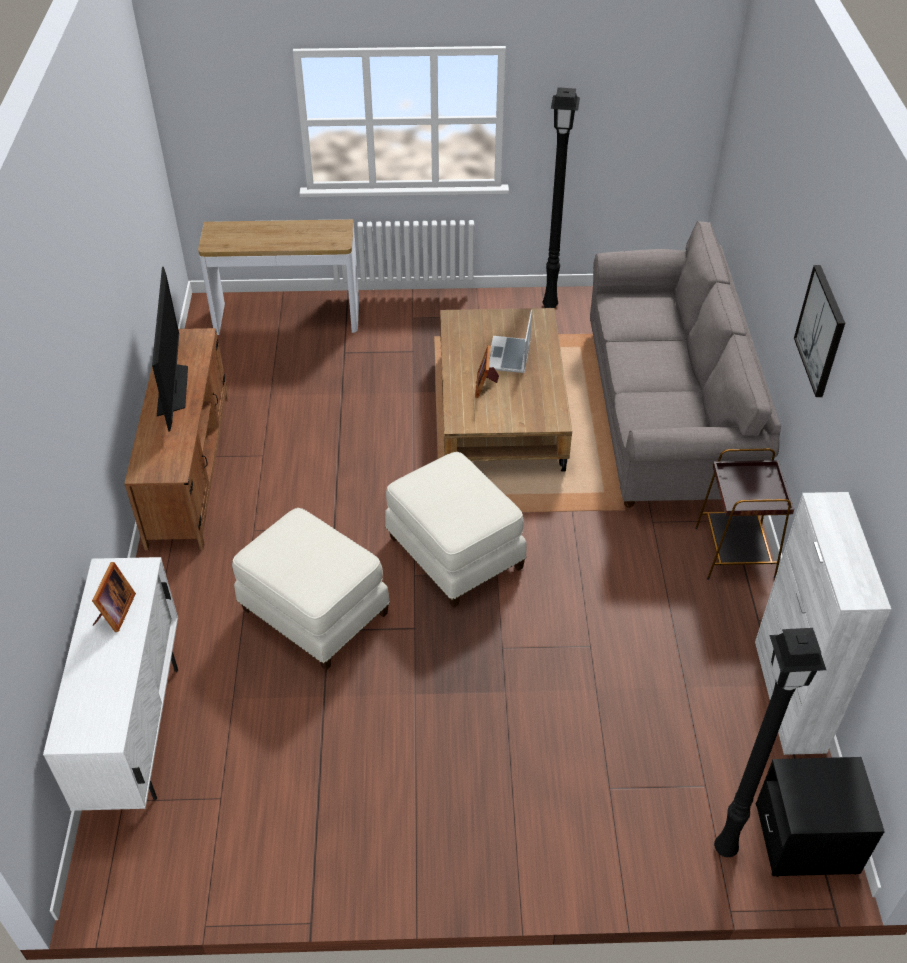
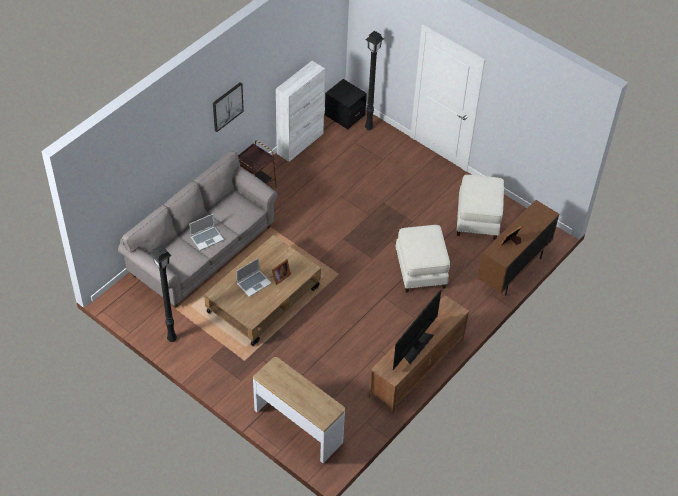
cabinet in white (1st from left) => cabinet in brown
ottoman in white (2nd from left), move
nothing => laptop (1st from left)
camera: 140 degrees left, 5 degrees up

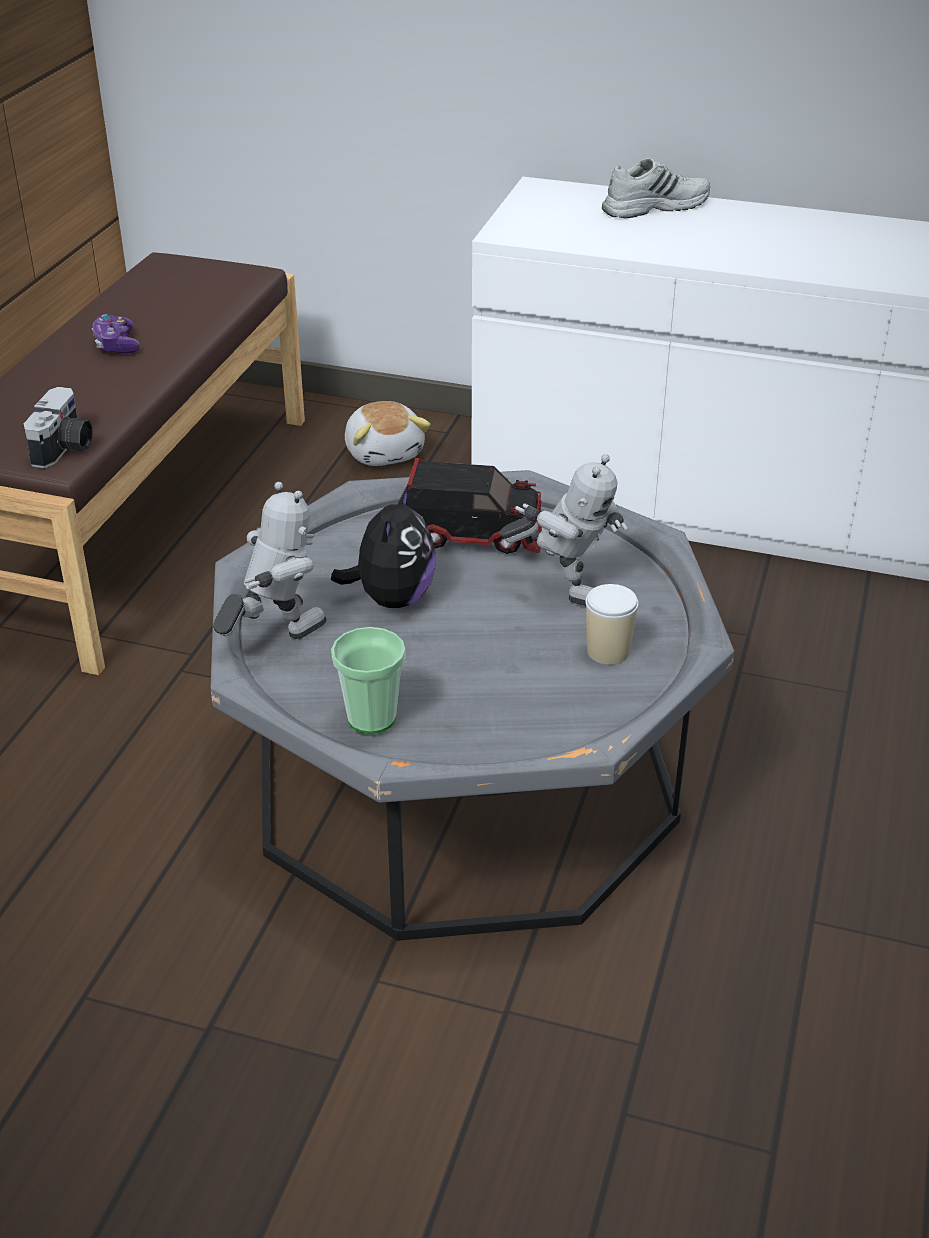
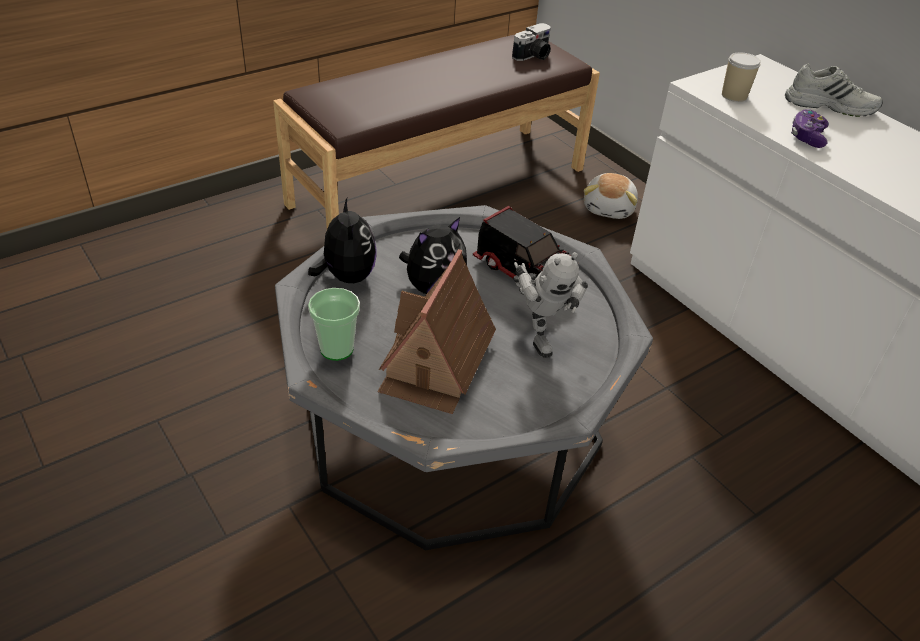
photo camera, move
game controller, move
toy robot (1st from left) => plush toy (1st from left)
cup (2nd from left), move
nothing => toy house
camera: 35 degrees right, 5 degrees up

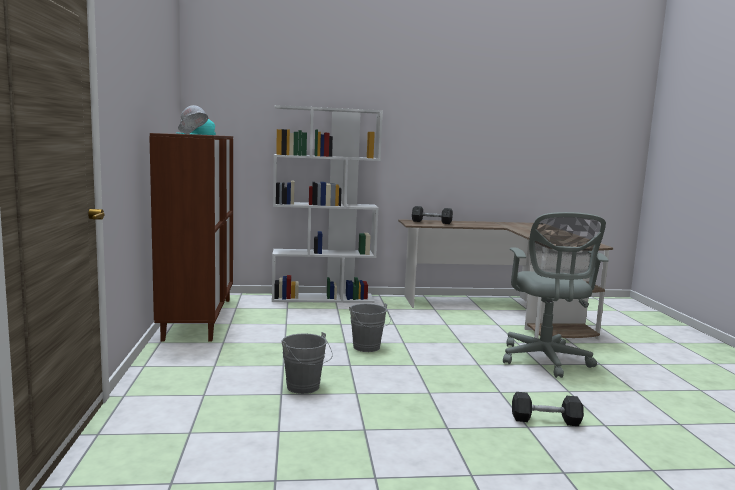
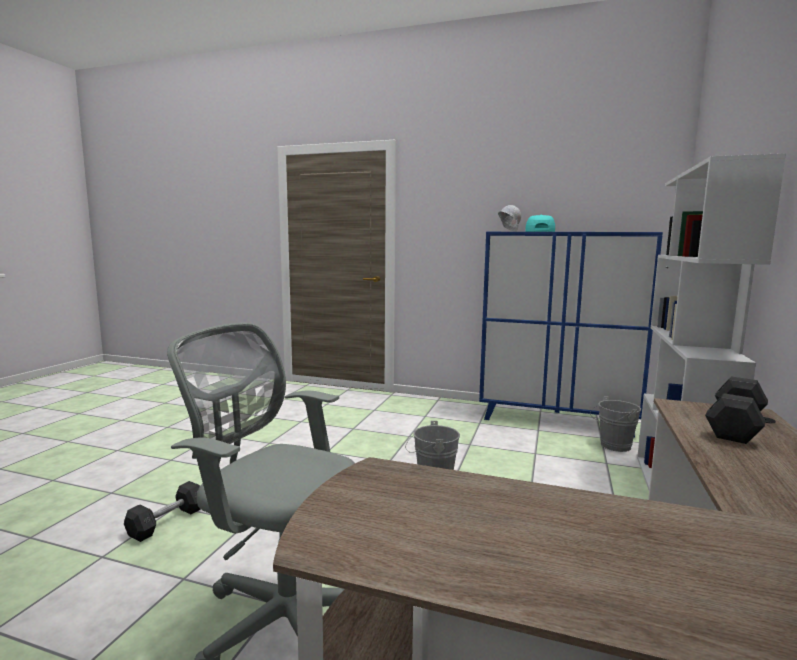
cabinet in brown => cabinet in blue
bucket in grey (1st from left in the first image) => bucket in grey (2nd from left), move
camera: 115 degrees right, 0 degrees up

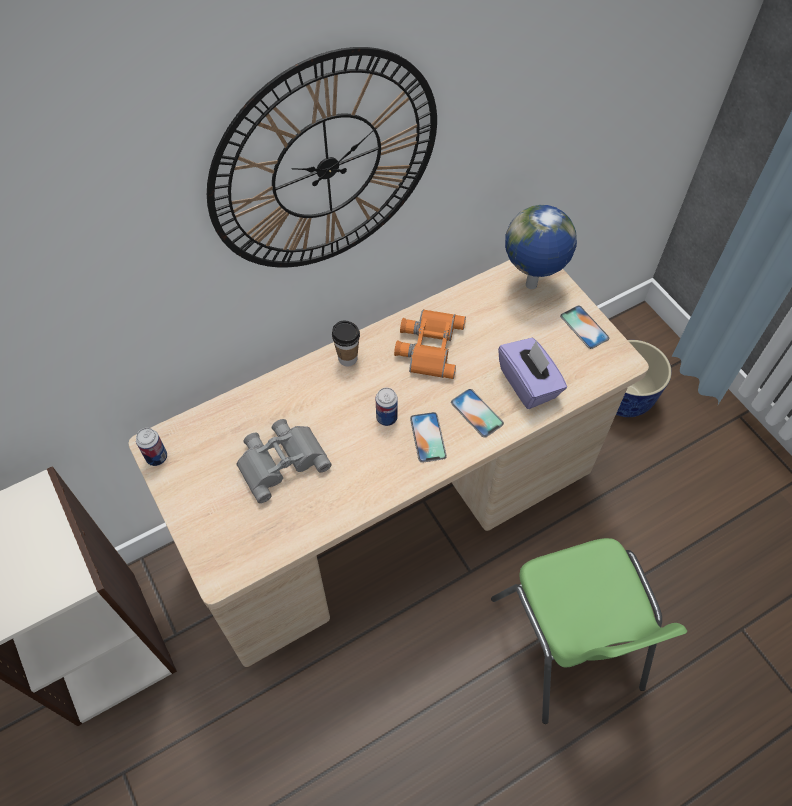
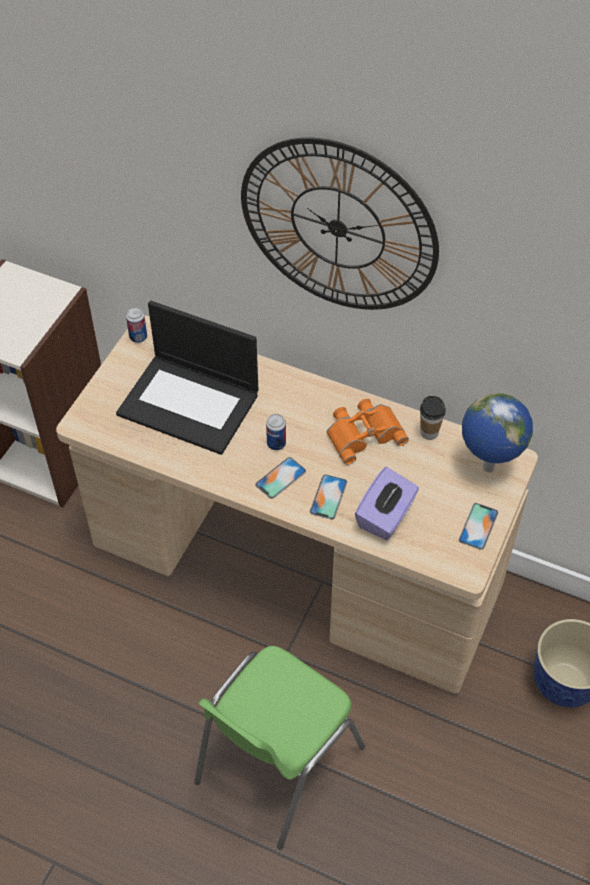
binoculars in grey => laptop
cup, move
camera: 55 degrees right, 5 degrees down

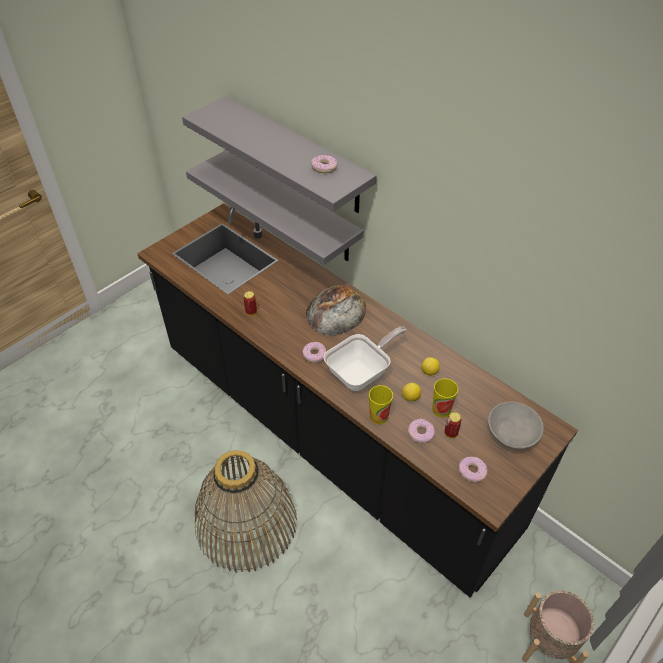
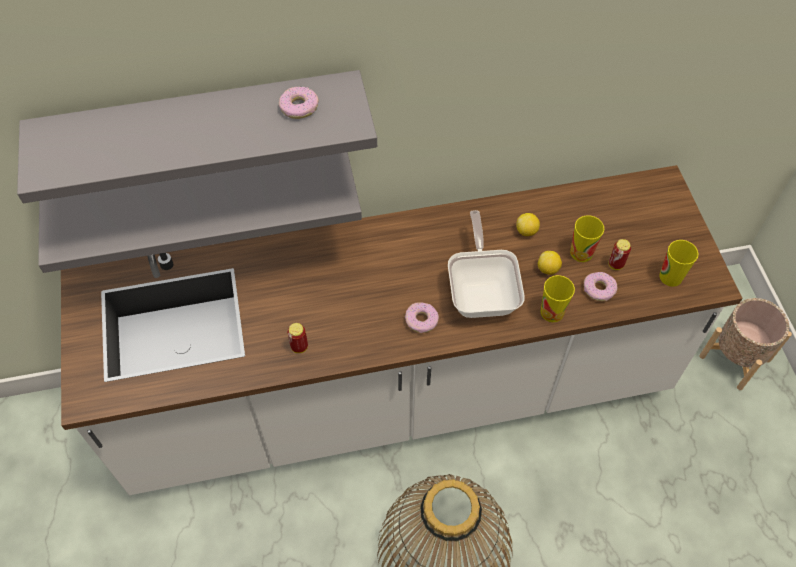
counter in black => counter in white
bread => nothing
donut (4th from left) => cup (3rd from left)
bowl in grey => nothing
camera: 55 degrees left, 10 degrees up

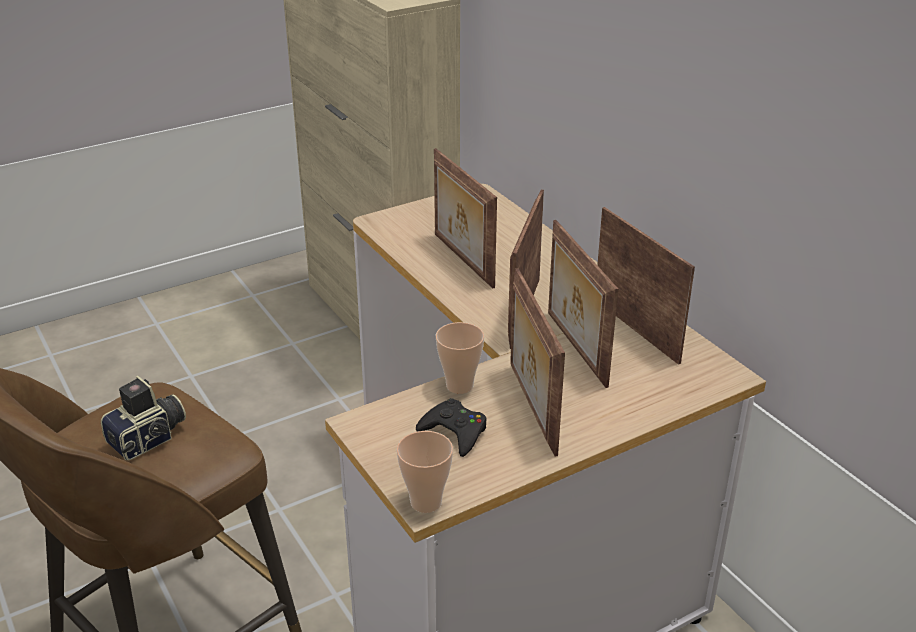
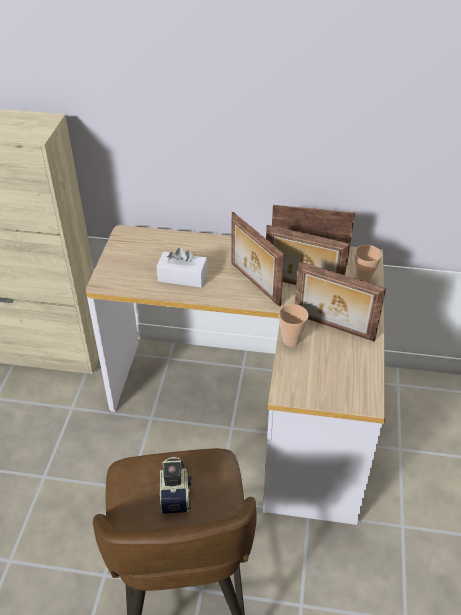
cup (1st from left in the first image) => cup (2nd from left), move
game controller in black => nothing
picture frame (1st from left) => tissue box in white
camera: 50 degrees left, 10 degrees up

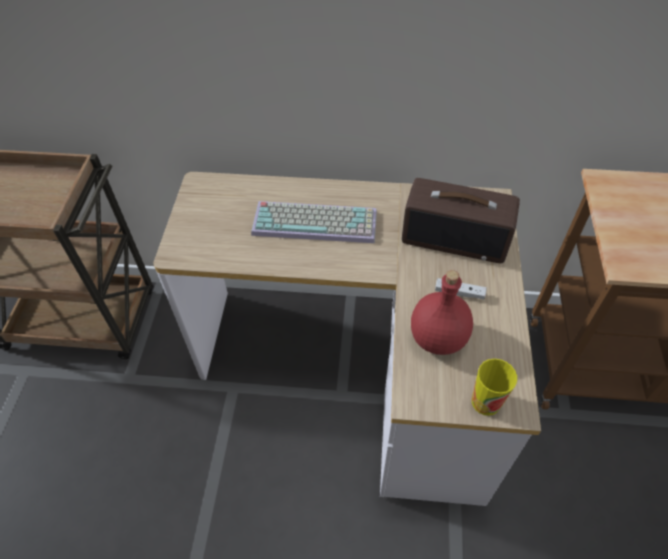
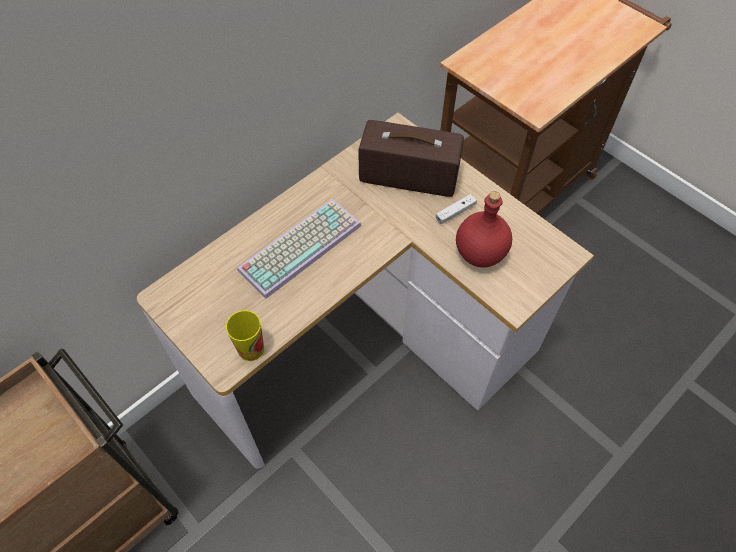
radio, 135 degrees counterclockwise
cup, move
camera: 50 degrees left, 5 degrees up

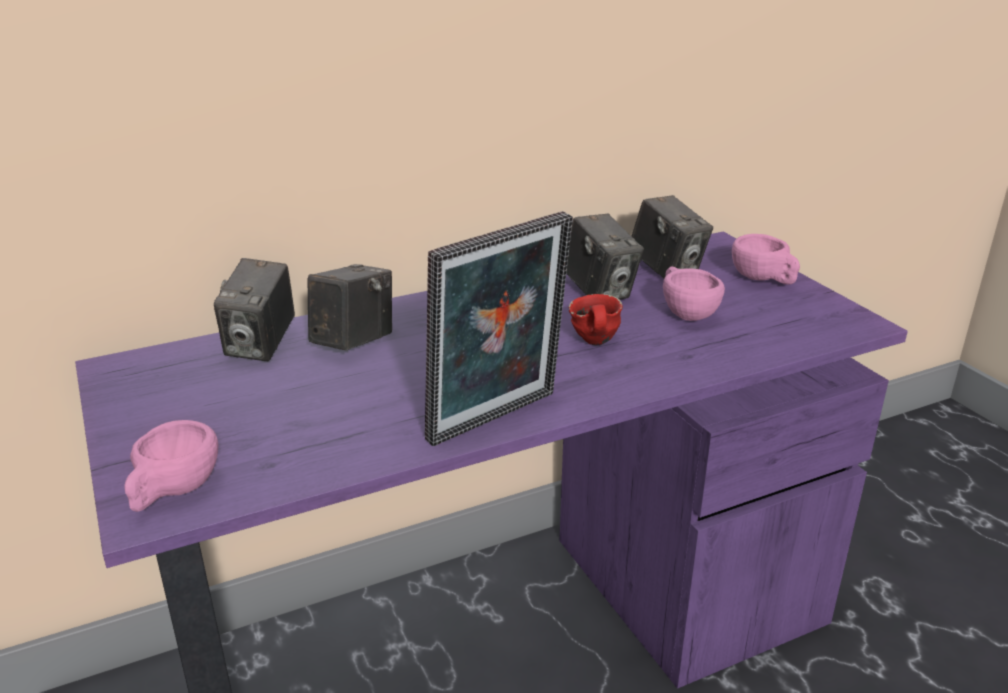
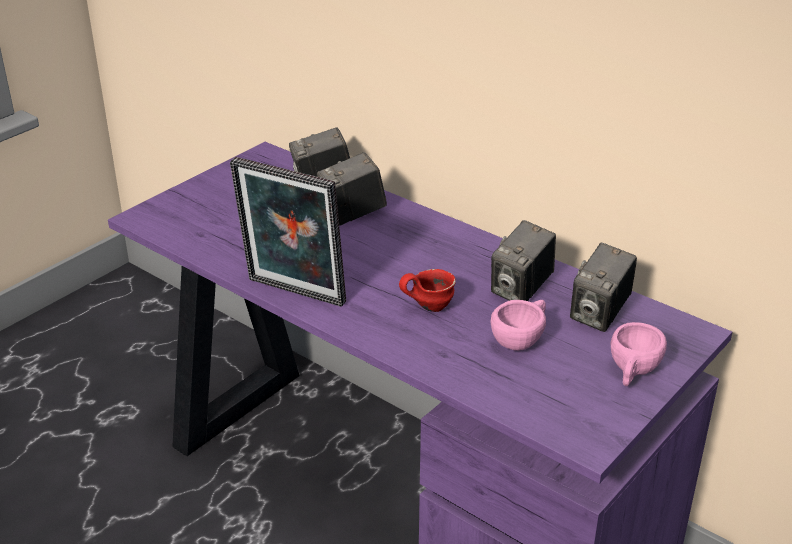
cup in pink (1st from left) => nothing
photo camera (2nd from left), 150 degrees clockwise
camera: 65 degrees right, 5 degrees up

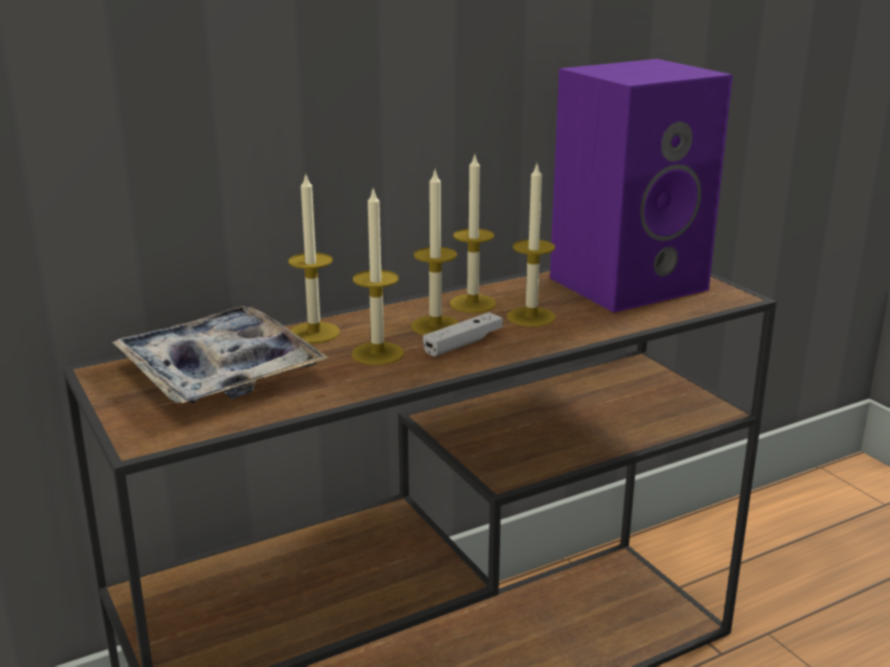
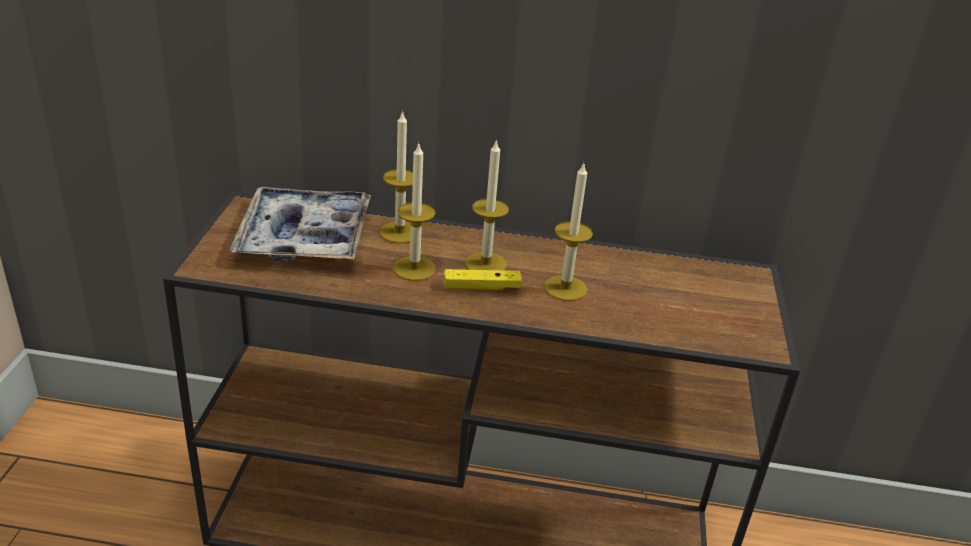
game controller in white => game controller in yellow
candle (4th from left) => nothing
speaker in purple => nothing
camera: 35 degrees right, 10 degrees up

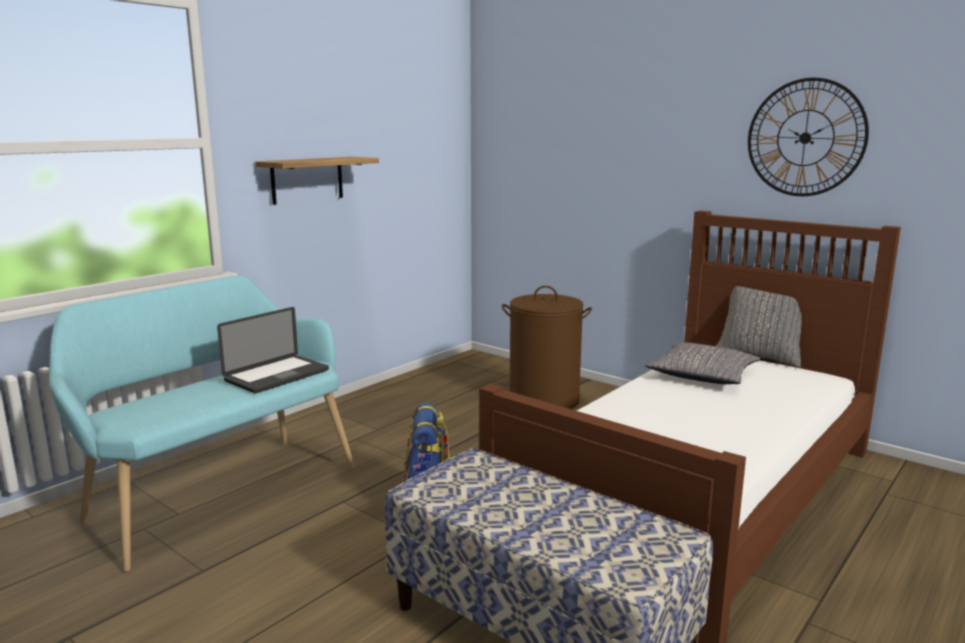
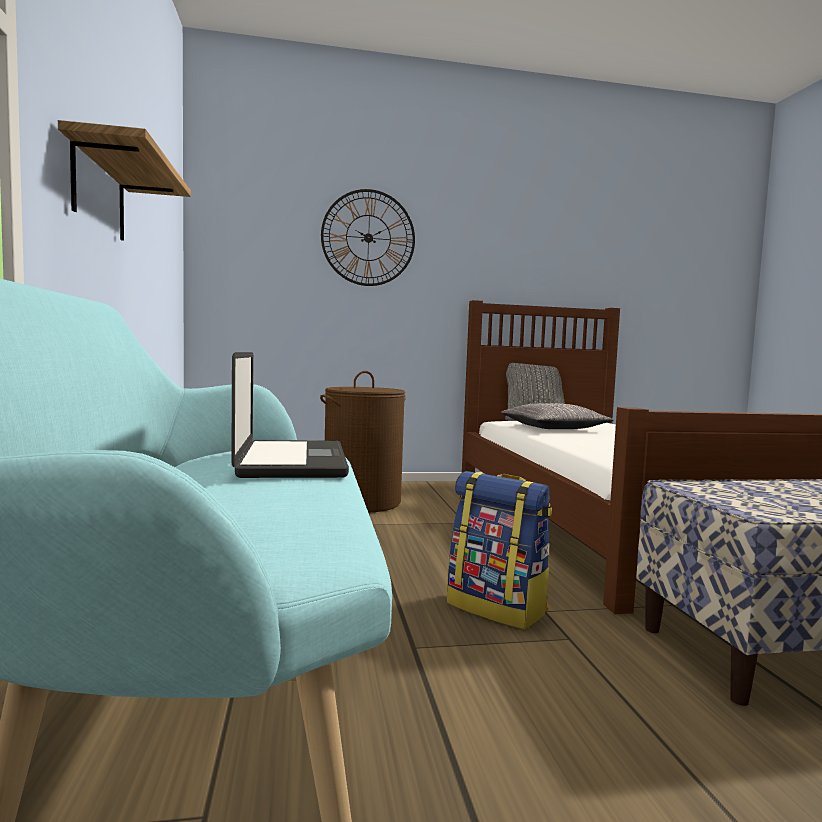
wall clock, move
camera: 50 degrees left, 10 degrees down

